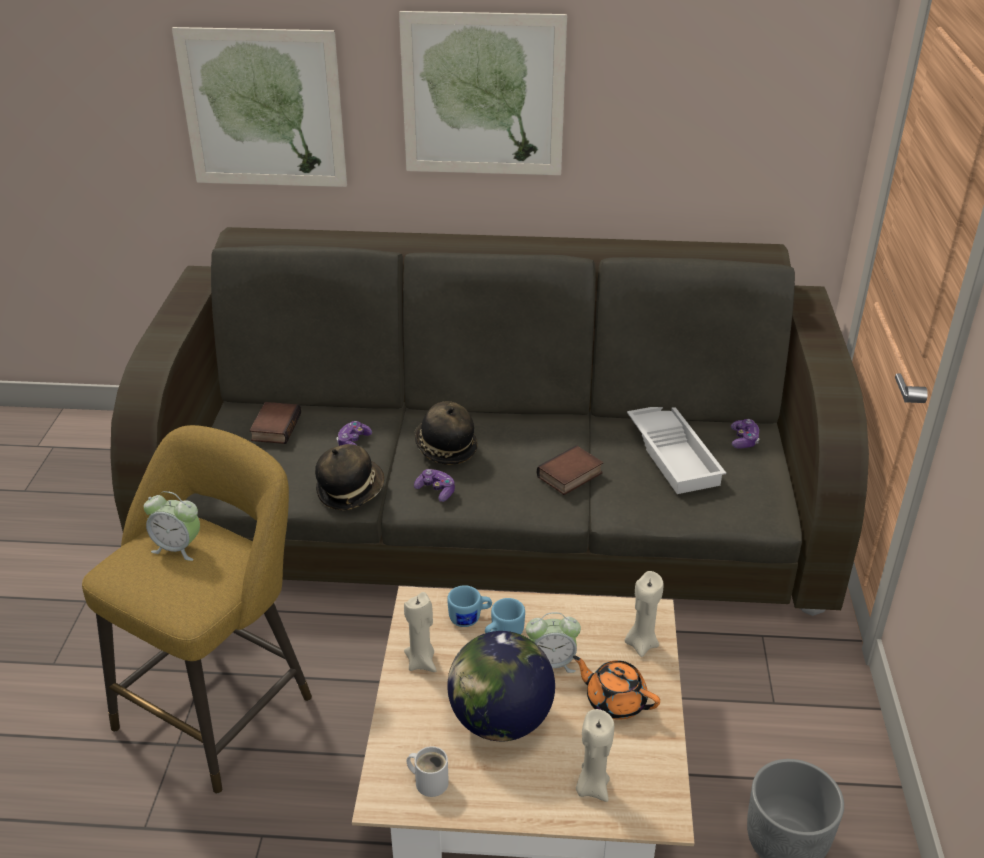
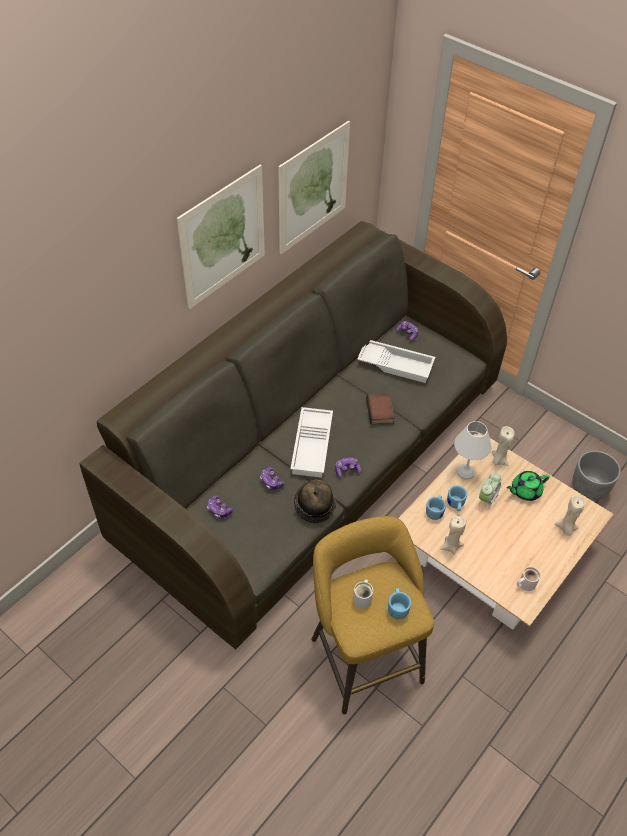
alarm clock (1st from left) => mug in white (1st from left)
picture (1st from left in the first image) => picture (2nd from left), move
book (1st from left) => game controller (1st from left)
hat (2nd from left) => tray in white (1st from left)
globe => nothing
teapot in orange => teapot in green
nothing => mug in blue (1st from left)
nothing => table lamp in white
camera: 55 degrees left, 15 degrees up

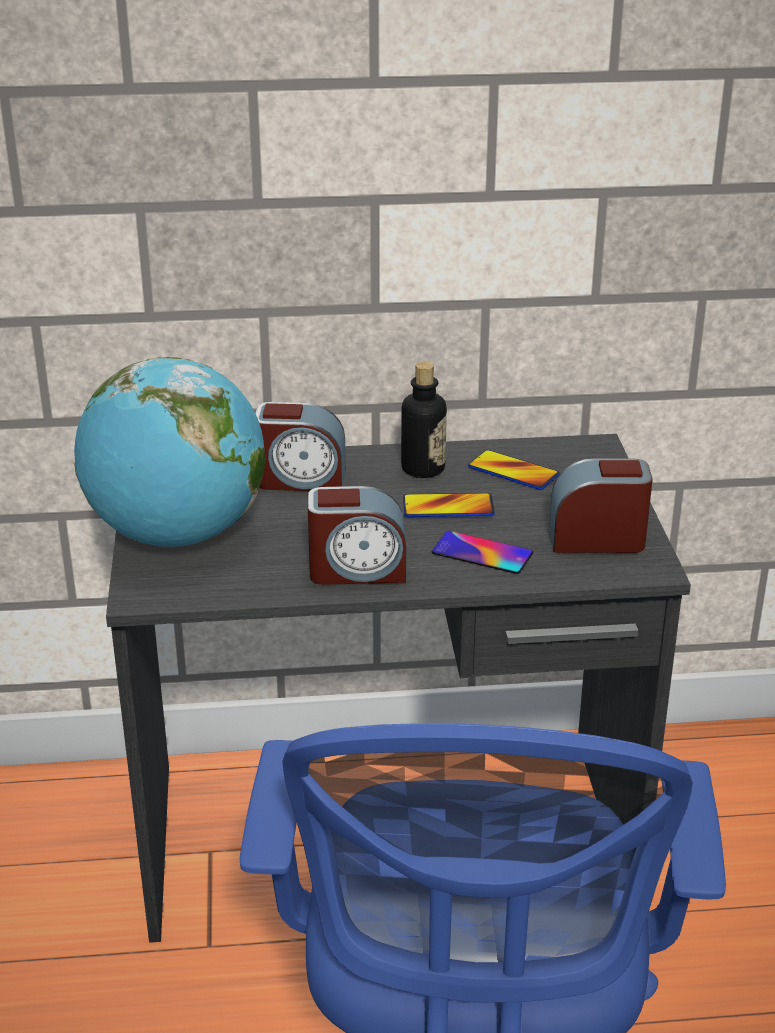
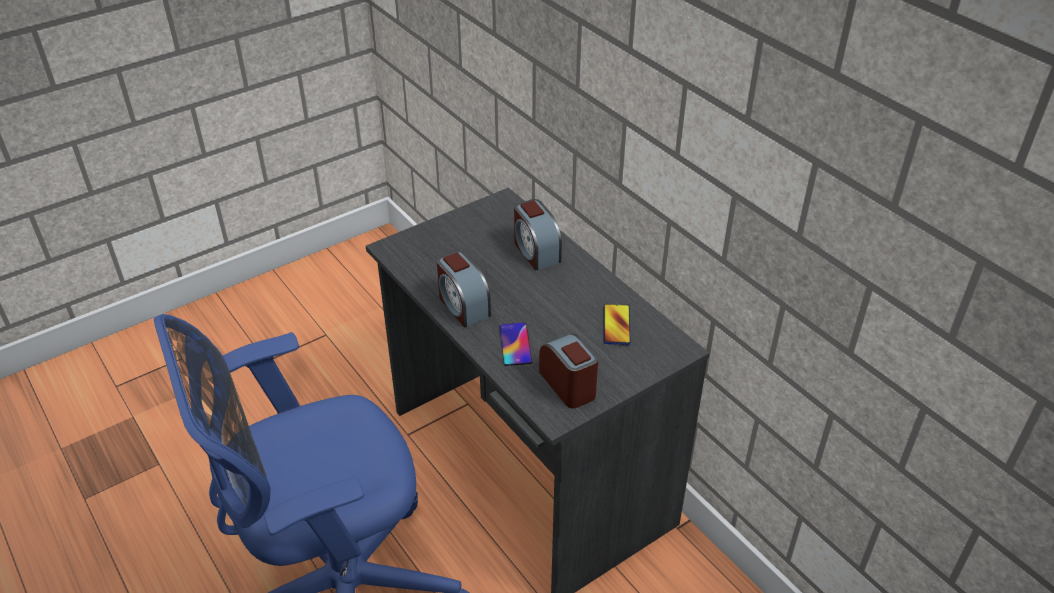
globe => nothing
bottle => nothing
phone (1st from left) => nothing
camera: 60 degrees right, 10 degrees up

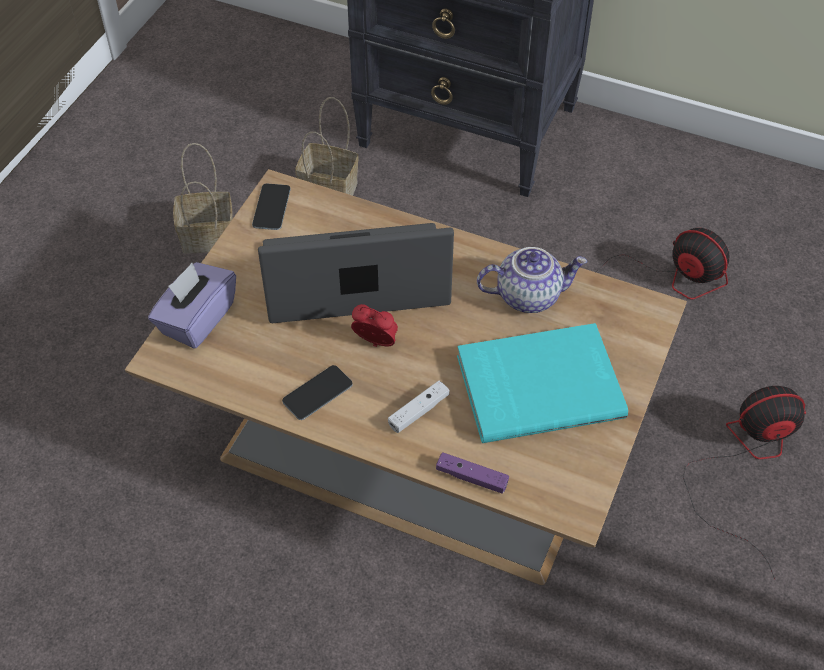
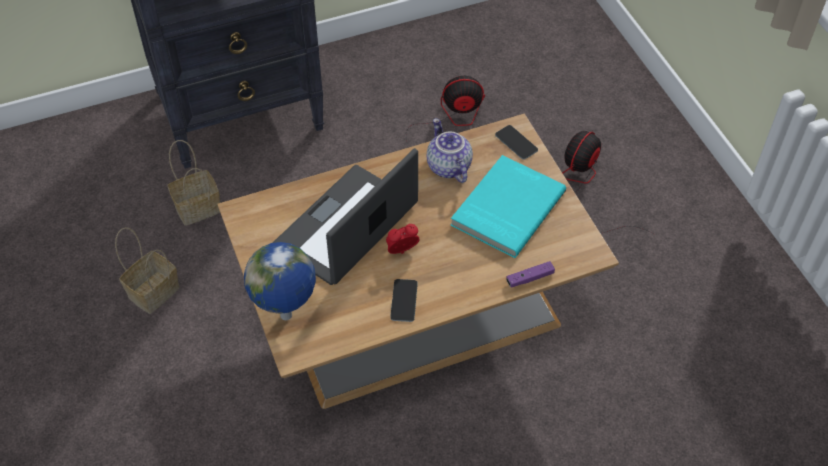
tissue box in purple => globe
phone (1st from left in the first image) => phone (2nd from left), move
game controller in white => nothing
teapot, 60 degrees counterclockwise
camera: 45 degrees left, 0 degrees up

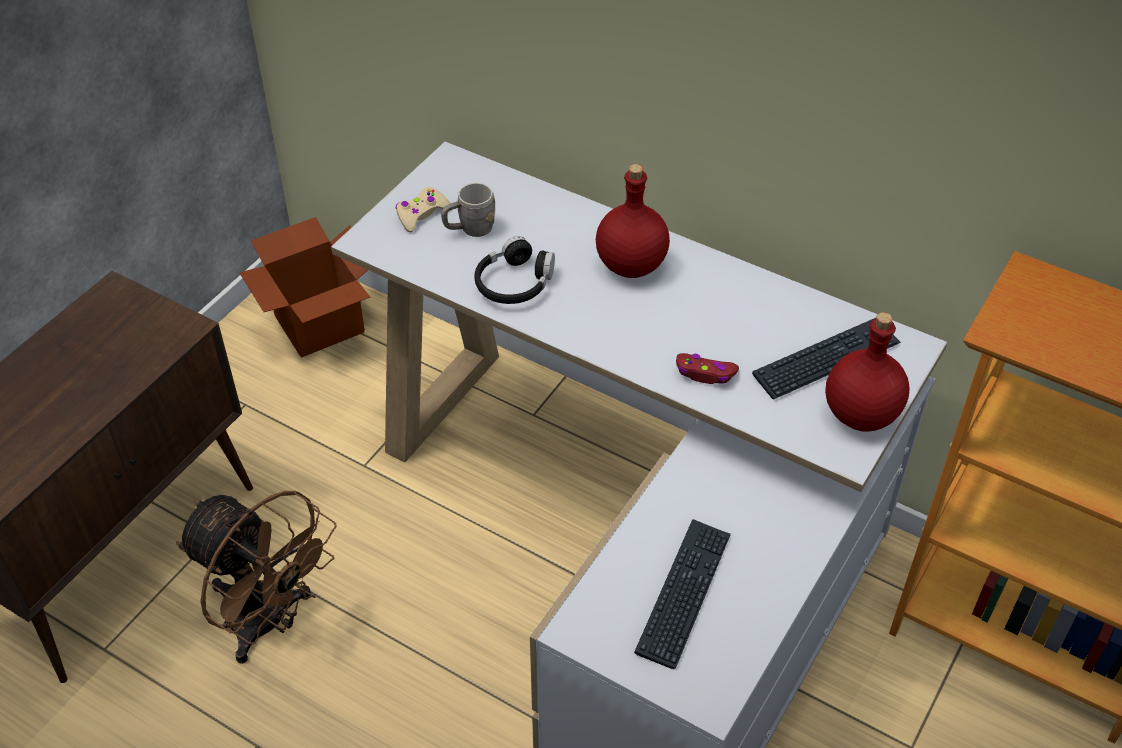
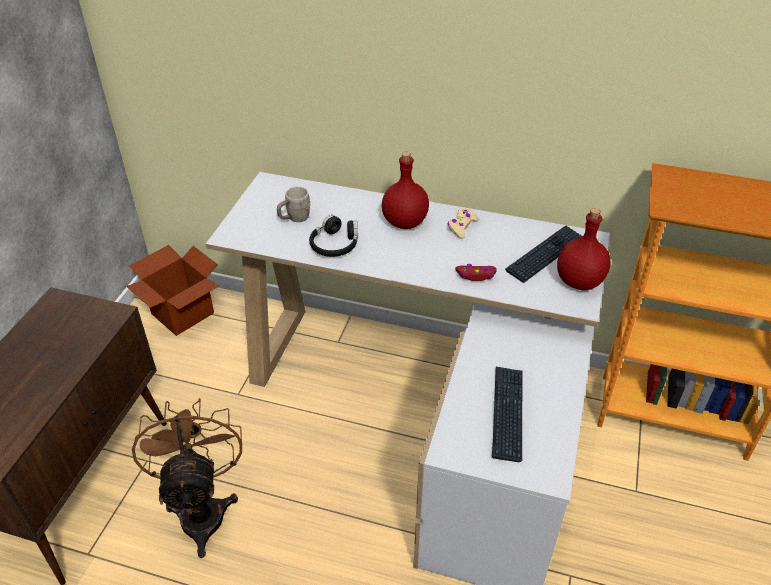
fan in brown, 120 degrees counterclockwise
game controller in beige, move
camera: 15 degrees left, 5 degrees down

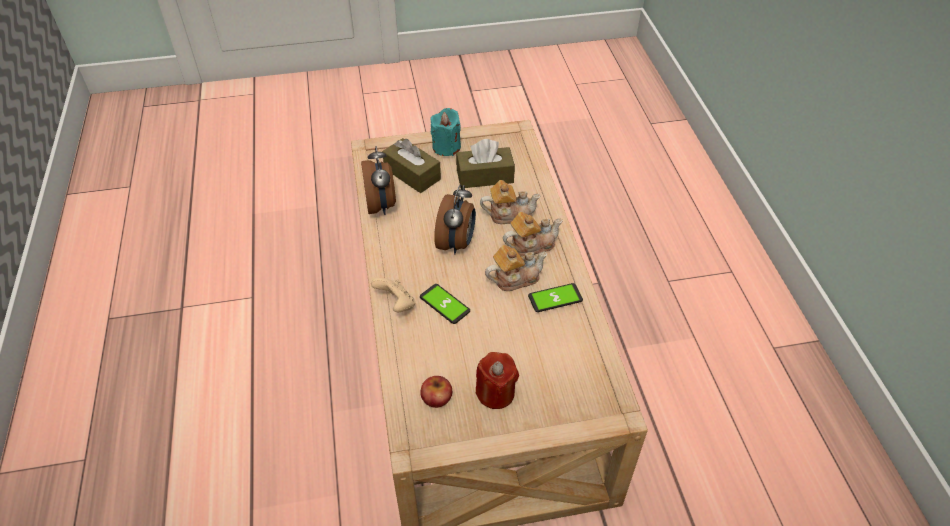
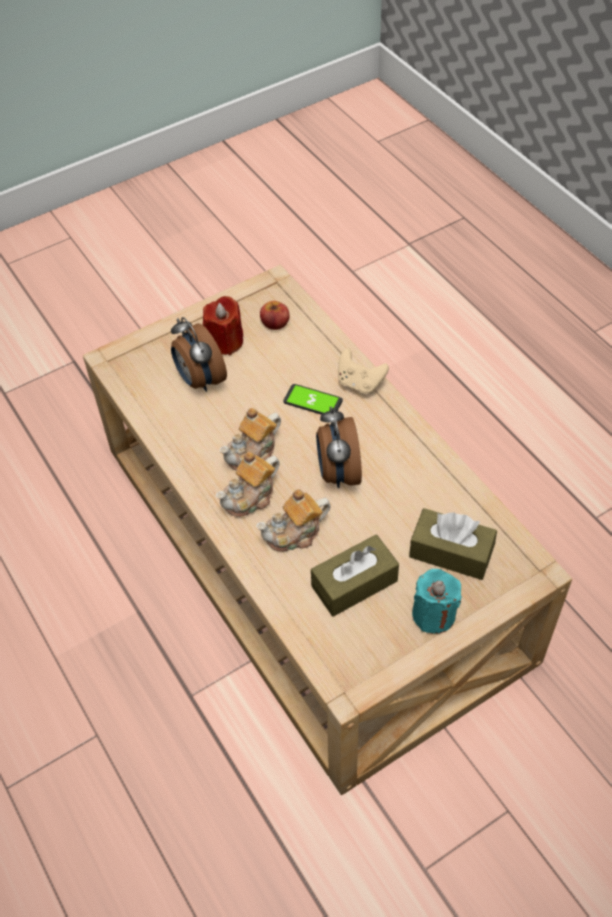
alarm clock (1st from left), move
phone (2nd from left) => nothing
camera: 160 degrees right, 5 degrees up

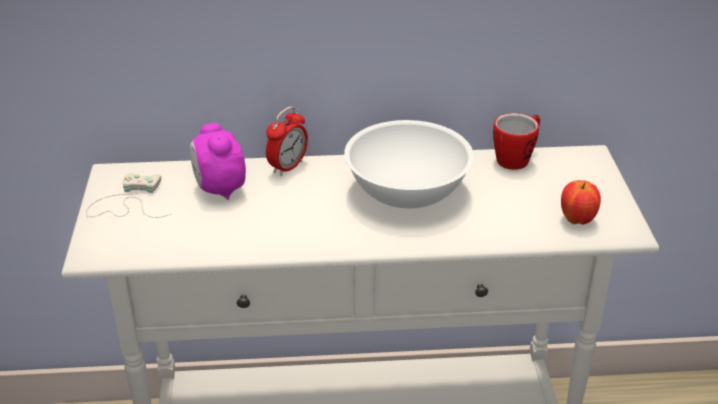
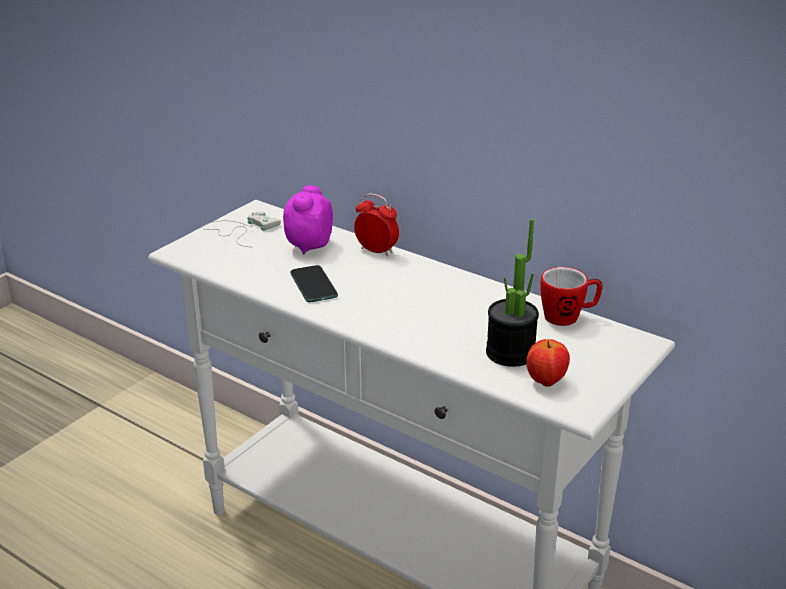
alarm clock (2nd from left), 135 degrees counterclockwise
bowl in white => nothing
nothing => phone
nothing => potted plant
camera: 40 degrees right, 5 degrees down

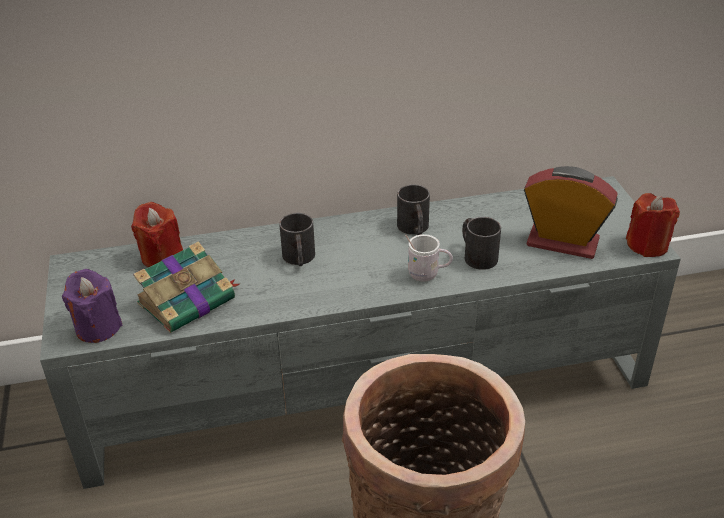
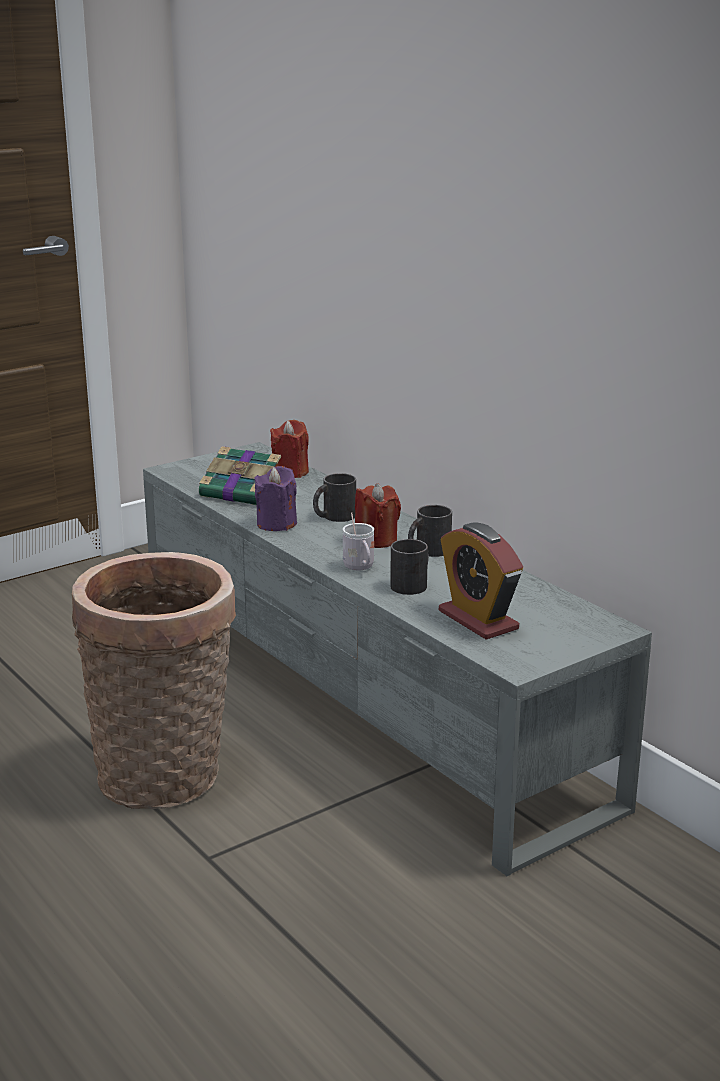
candle in purple, move
alarm clock, 150 degrees clockwise
candle in red (2nd from left), move
camera: 65 degrees right, 15 degrees down

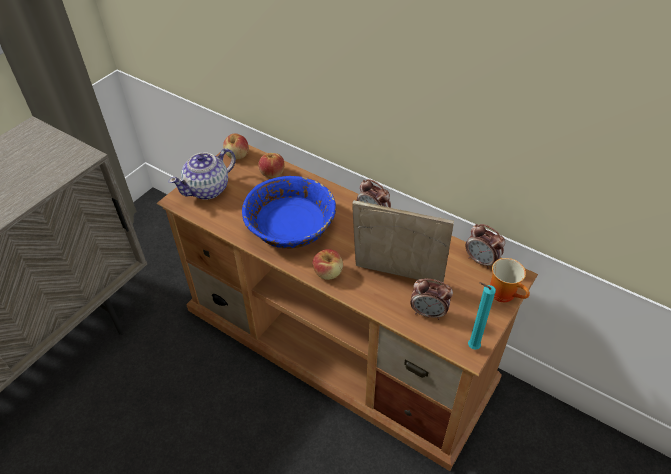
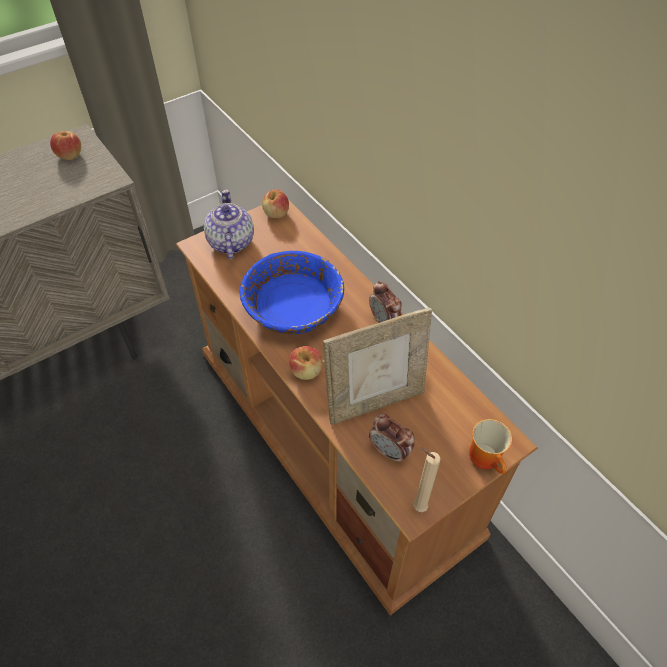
teapot, 105 degrees clockwise
apple (2nd from left in the first image) => apple (1st from left), move
picture frame, 120 degrees clockwise
alarm clock (3rd from left) => nothing
candle in turquoise => candle in beige
camera: 20 degrees right, 5 degrees up

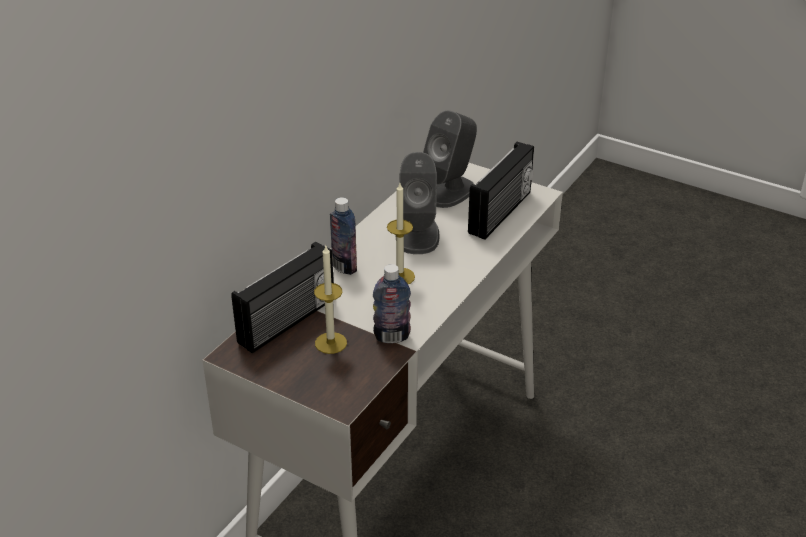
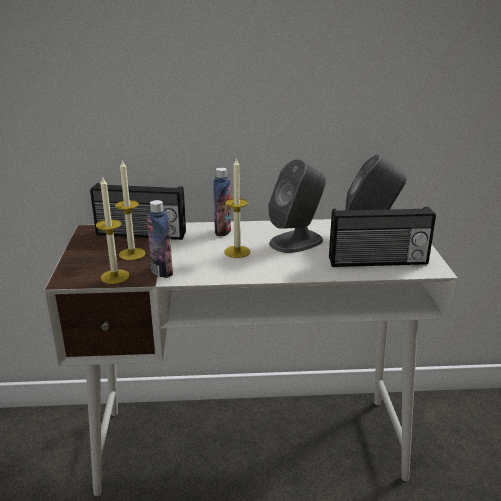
nothing => candle (1st from left)
camera: 55 degrees right, 10 degrees down

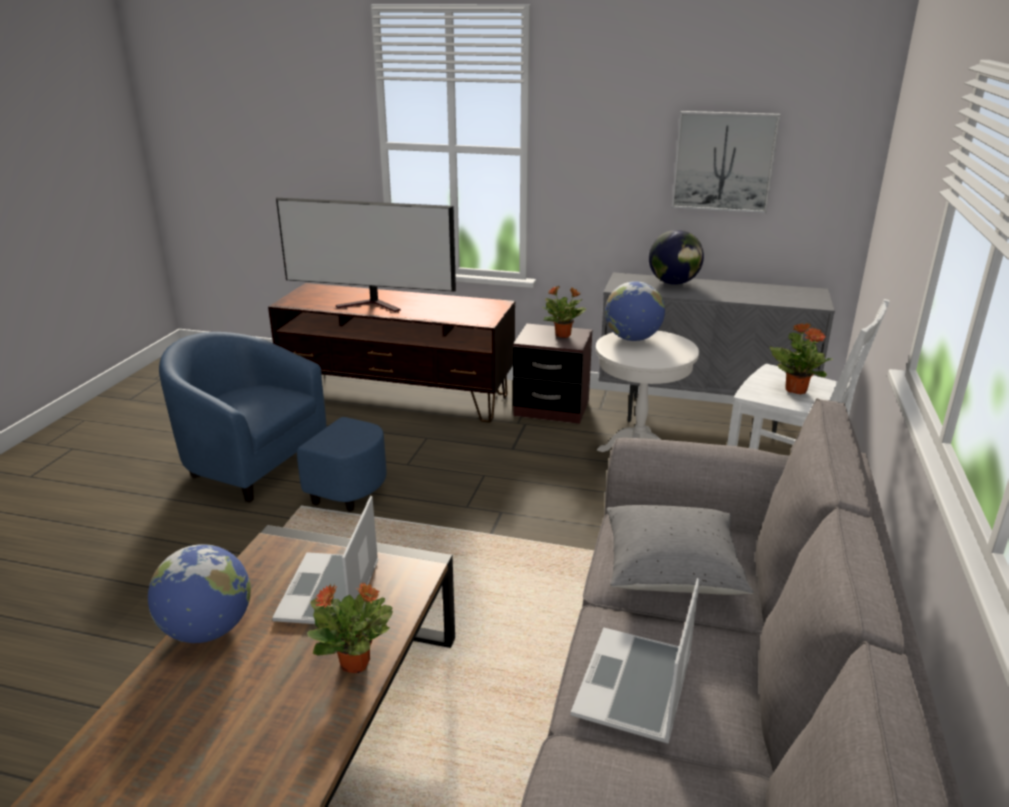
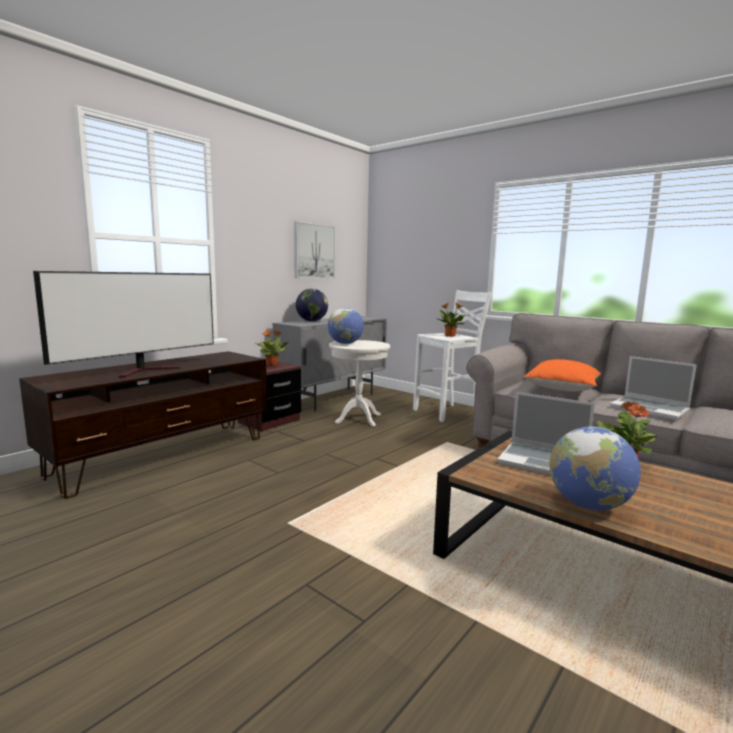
armchair in blue => nothing
pillow in grey => pillow in orange
camera: 65 degrees left, 15 degrees down

